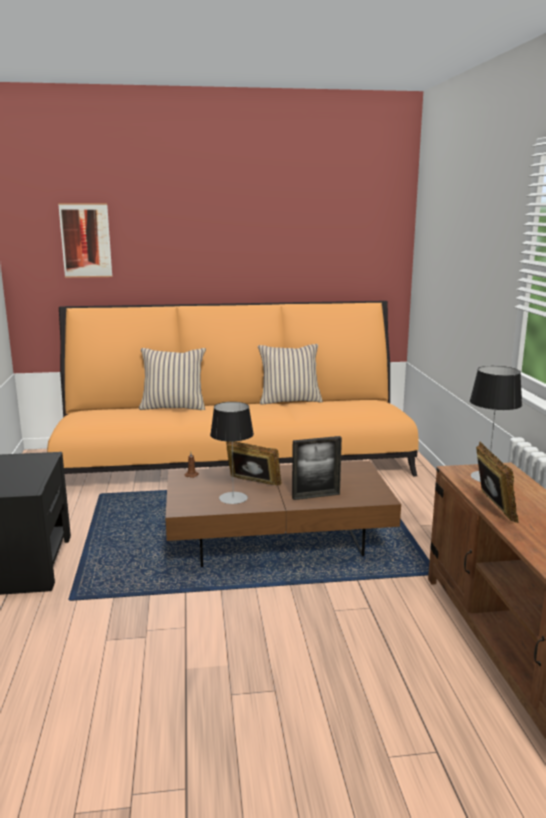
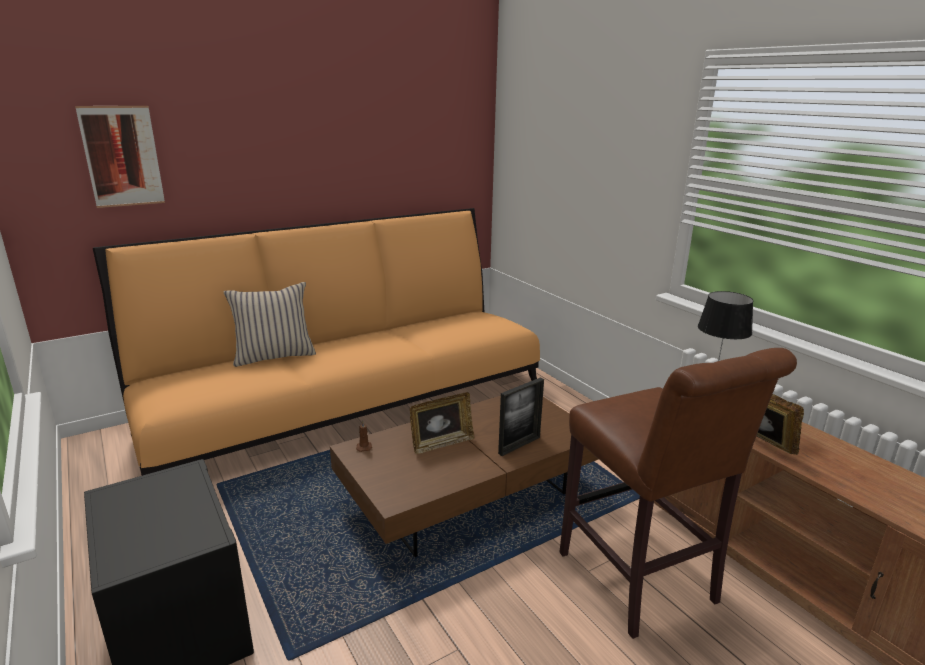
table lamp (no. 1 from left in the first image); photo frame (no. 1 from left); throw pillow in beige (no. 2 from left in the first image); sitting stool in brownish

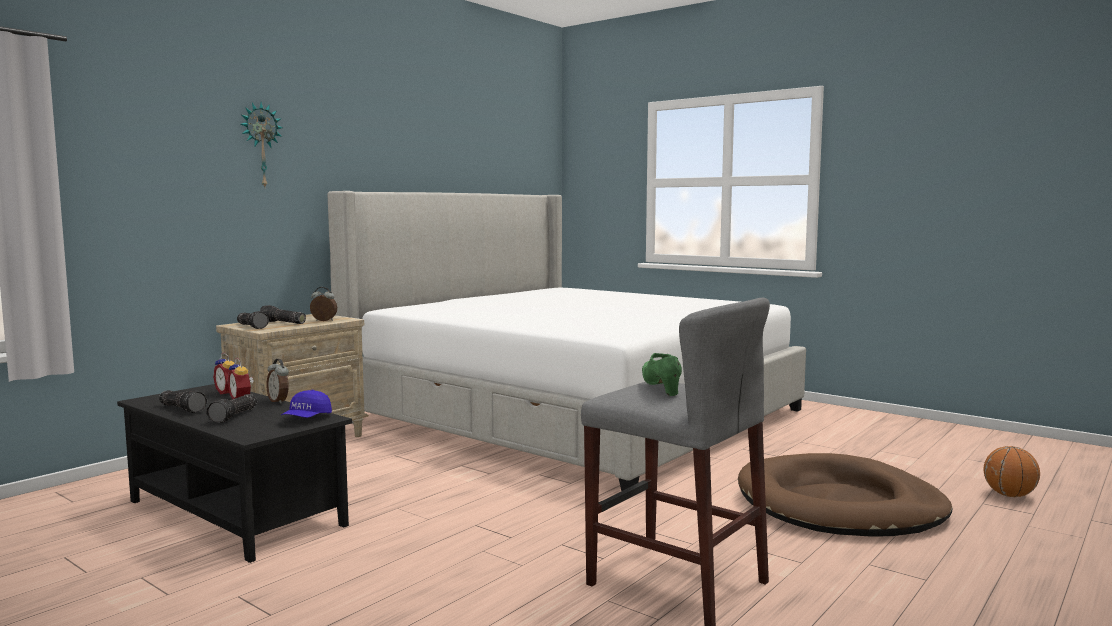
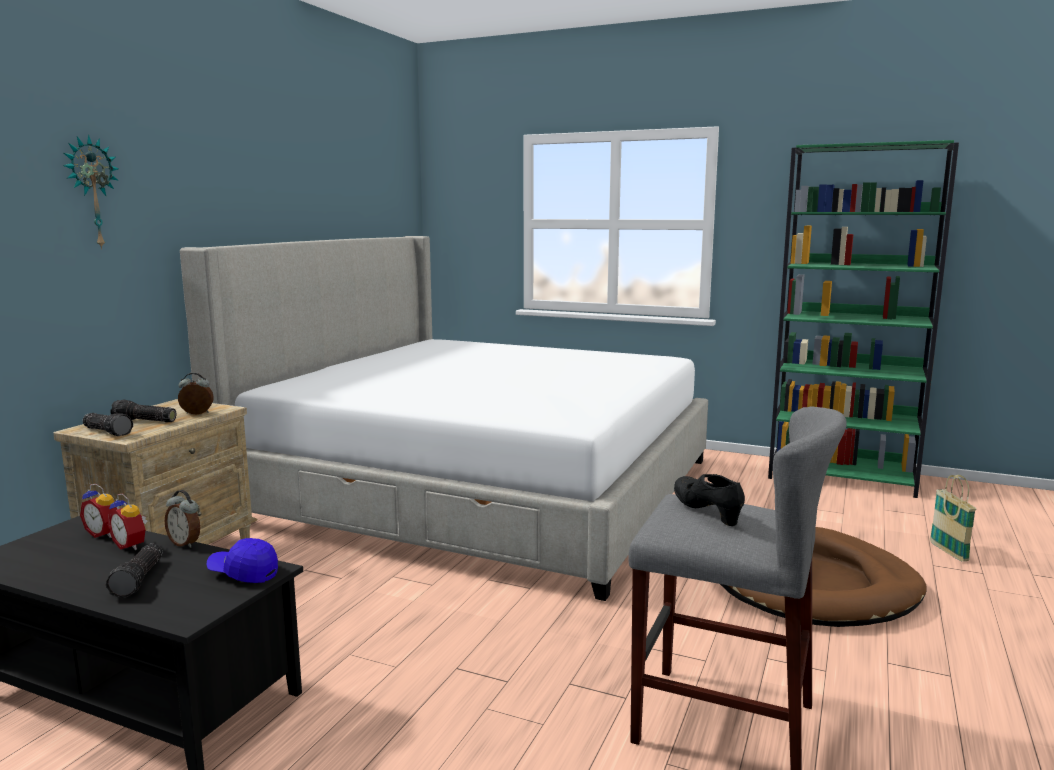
flashlight (no. 1 from left in the first image); cap in blue; low shoe in blackish; basket; bookshelf in greenish

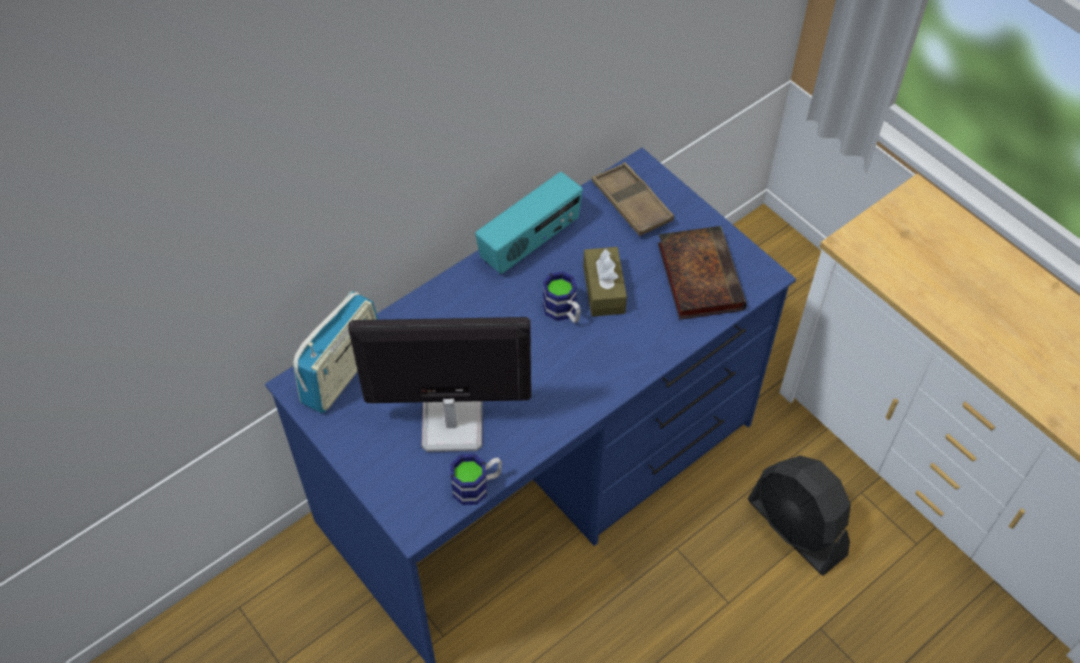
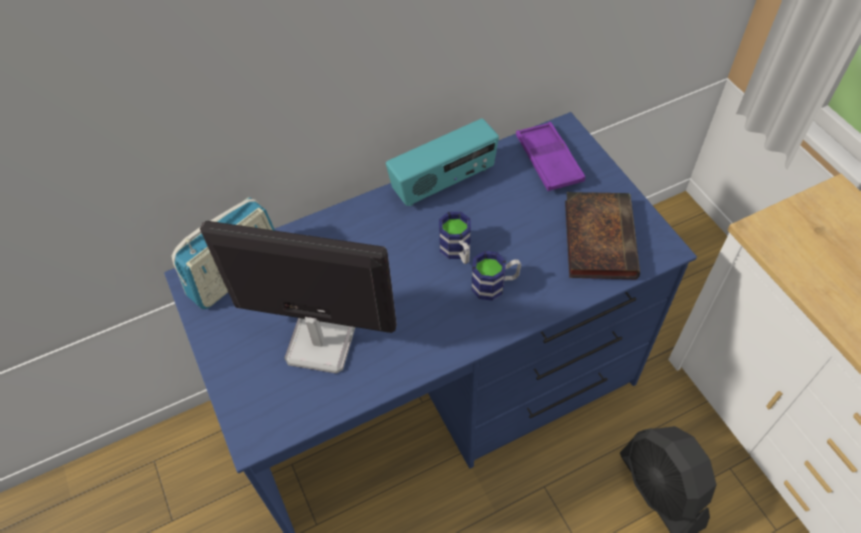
coffee mug (no. 2 from left); tissue holder in brownish; carrying tray in purple-coloured

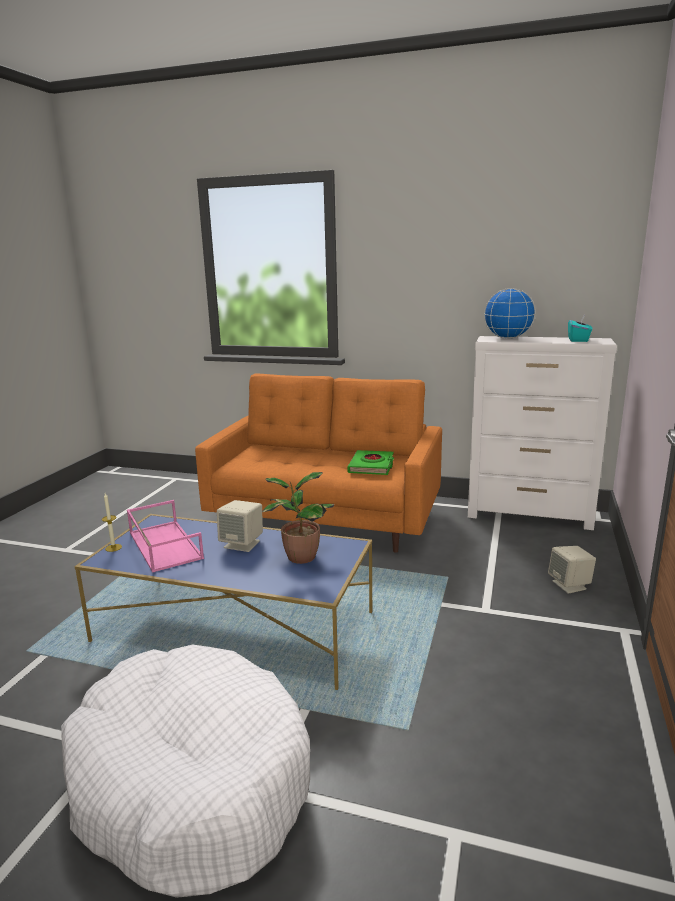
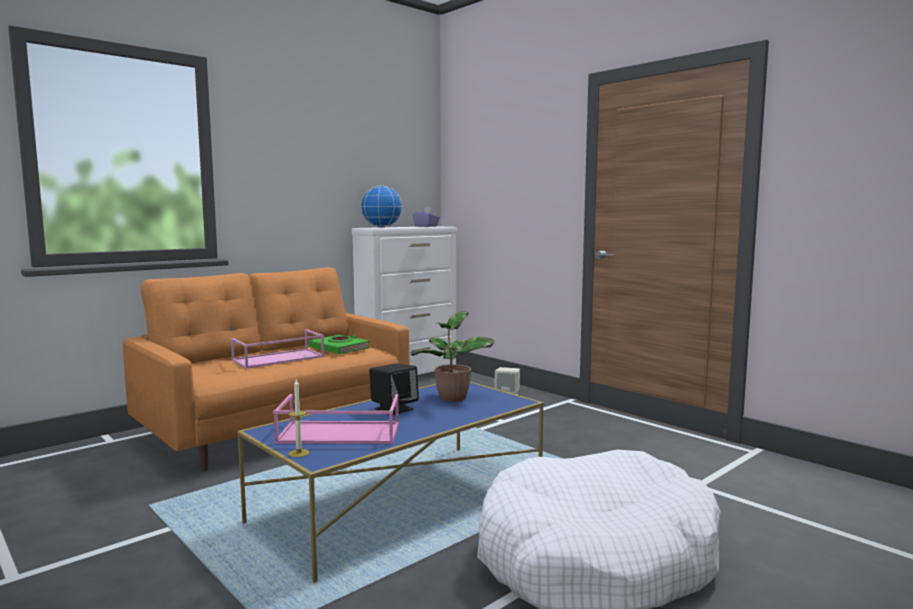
loudspeaker in blackish; tissue holder in purple-coloured; carrying tray in pink (no. 1 from left)

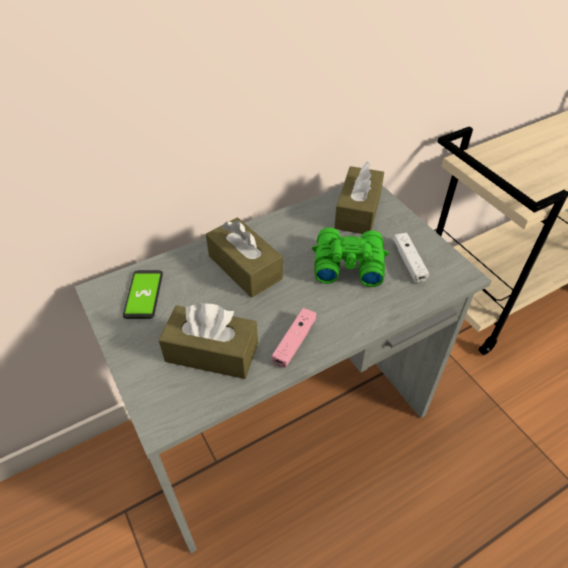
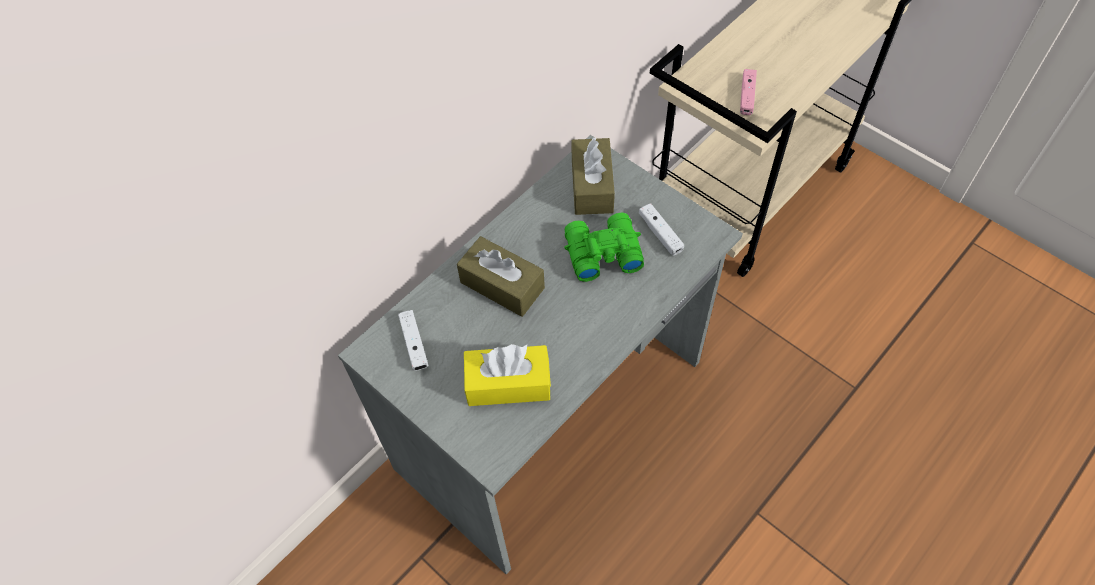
joypad in whitish (no. 1 from left); tissue holder in yellow; joypad in pink

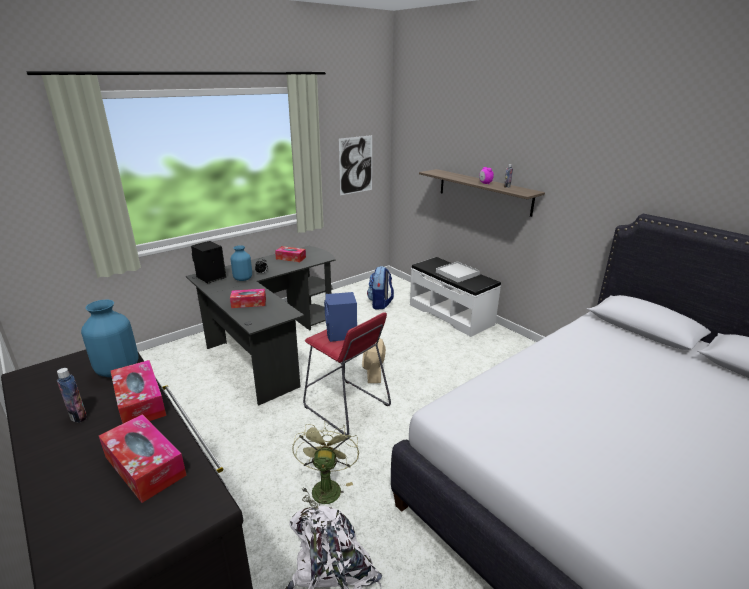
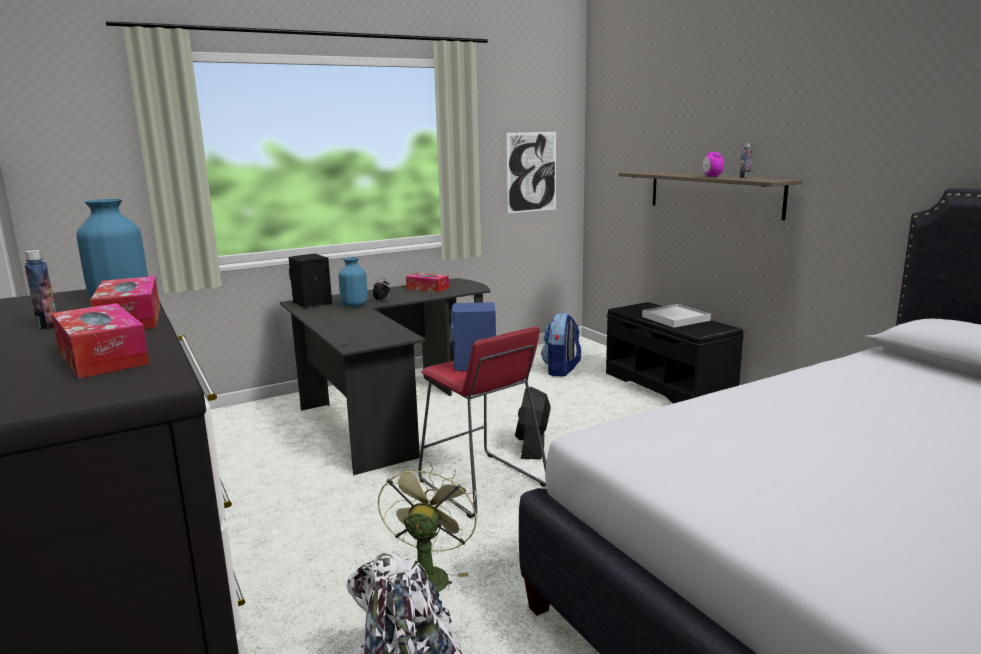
tissue holder (no. 3 from left in the first image); electric fan in blackish; long seat in blackish

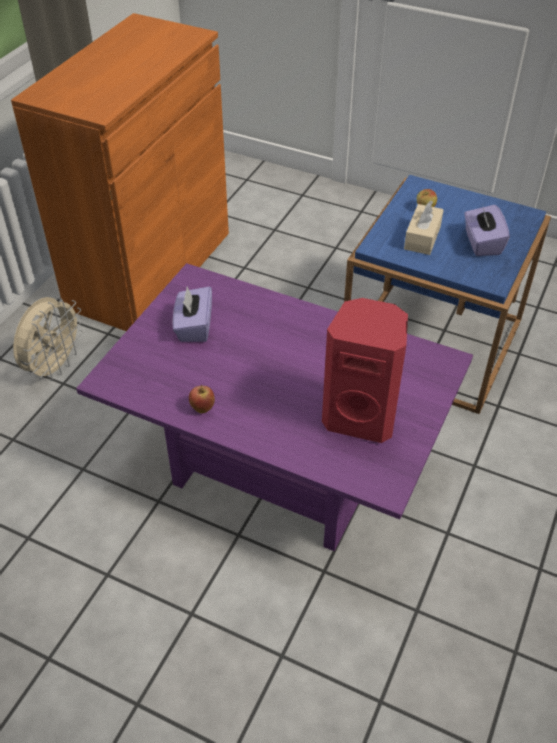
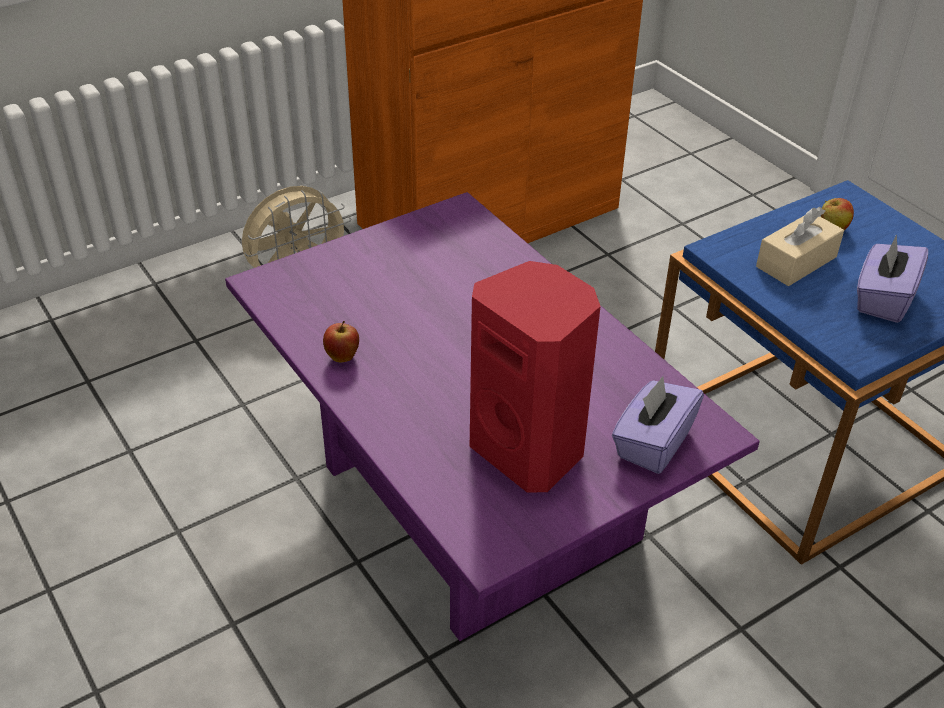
tissue holder in purple-coloured (no. 1 from left)

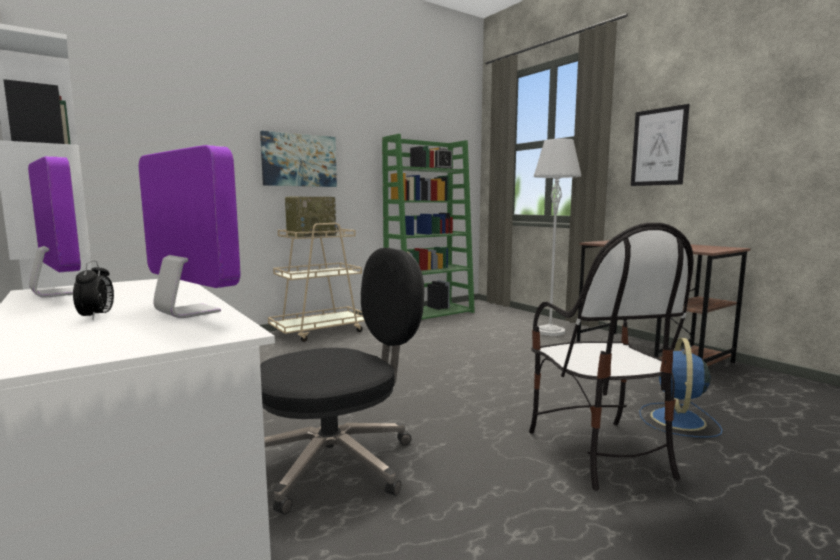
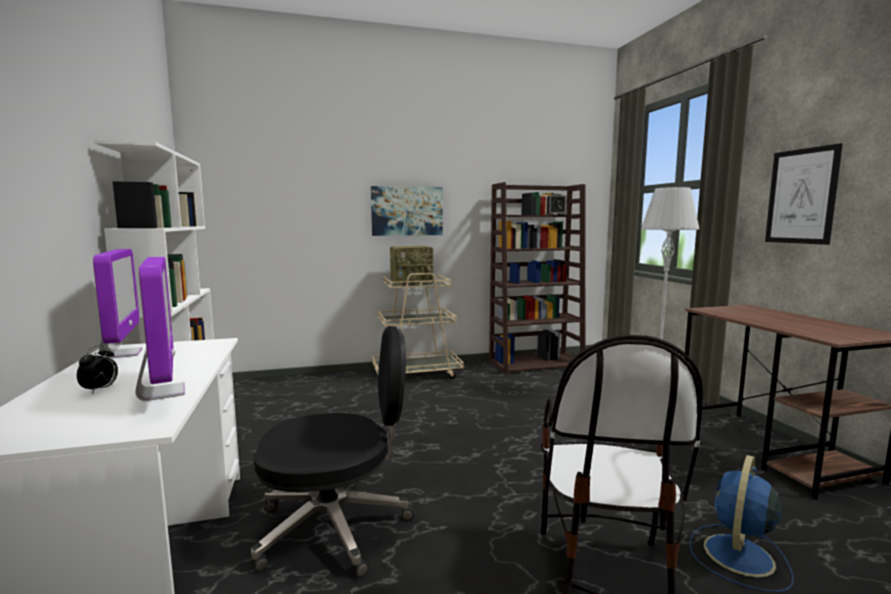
bookshelf in brownish

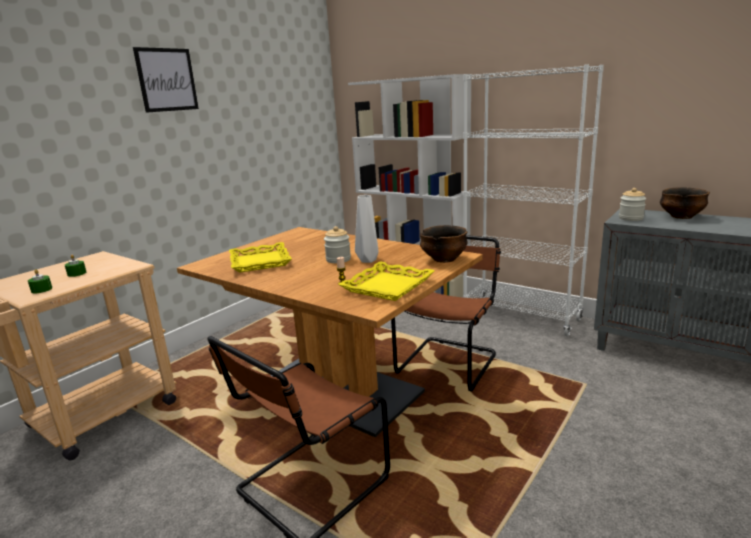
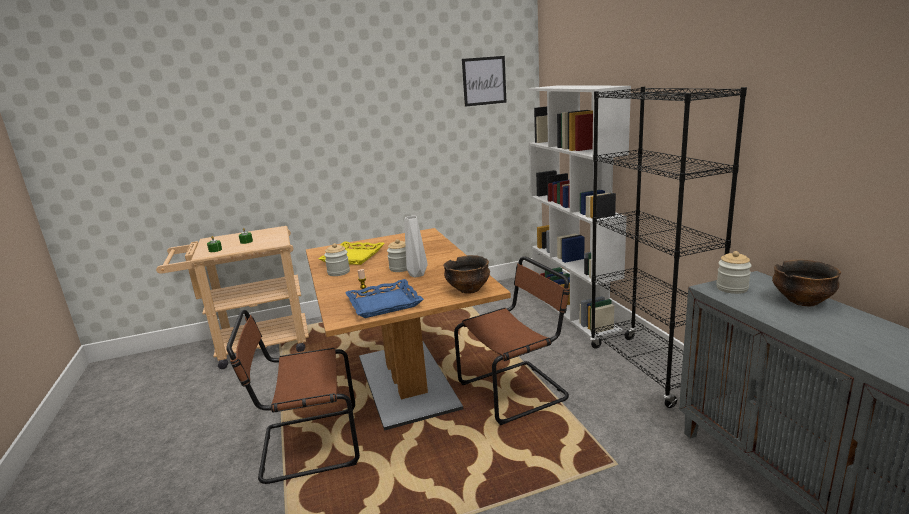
picture; carrying tray in blue; bookshelf in blackish; preserve jar (no. 1 from left)

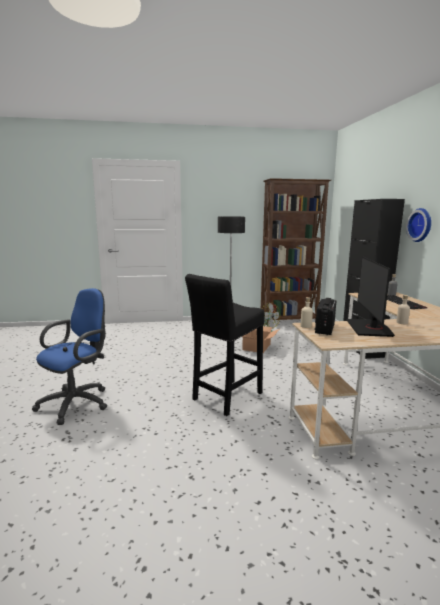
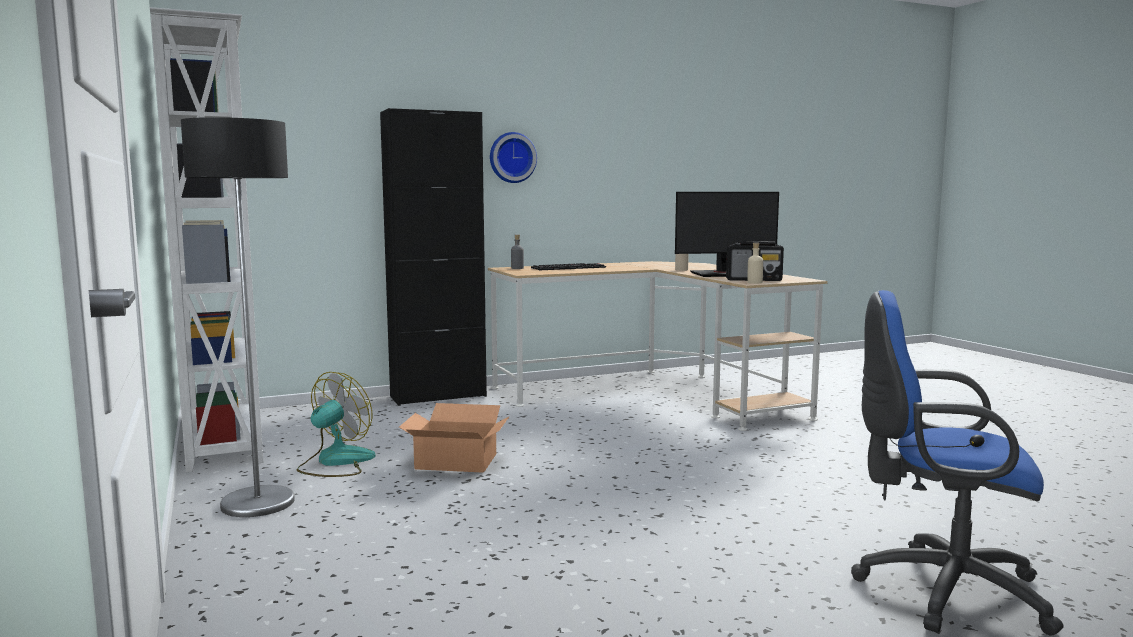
sitting stool in blackish; bookshelf in whitish

